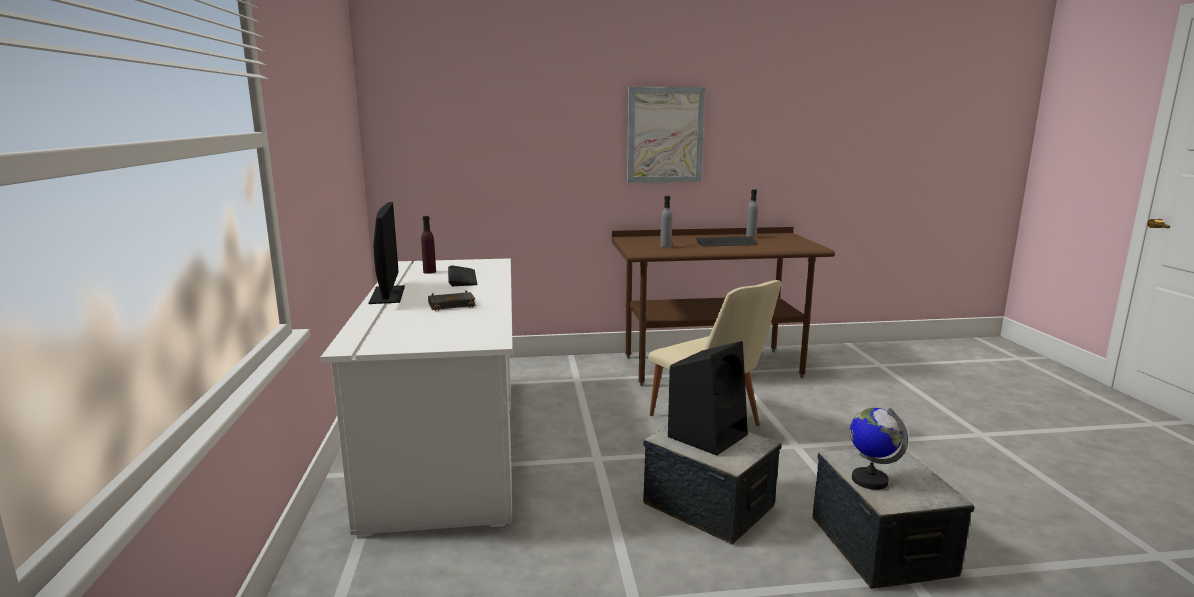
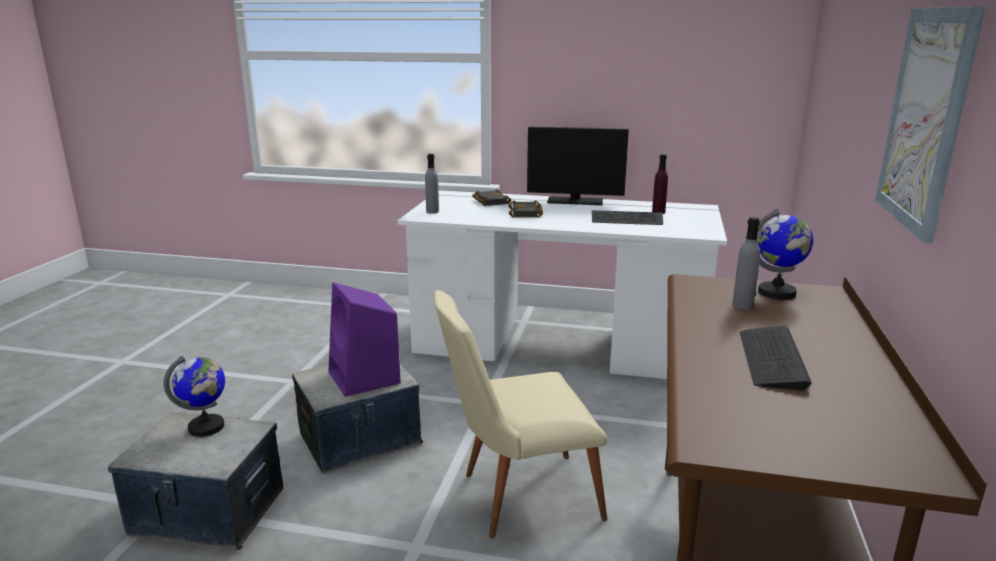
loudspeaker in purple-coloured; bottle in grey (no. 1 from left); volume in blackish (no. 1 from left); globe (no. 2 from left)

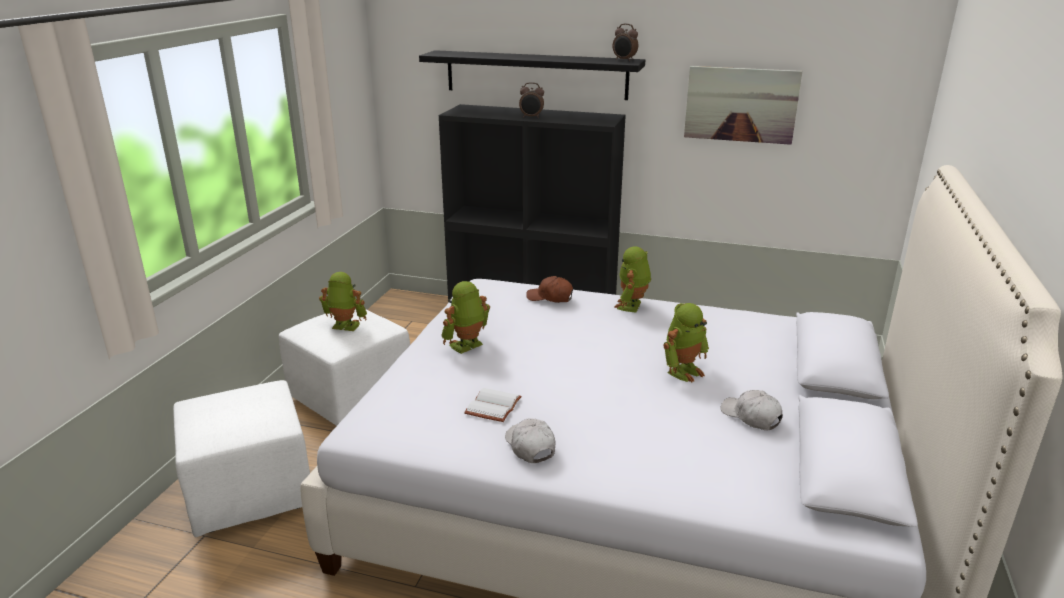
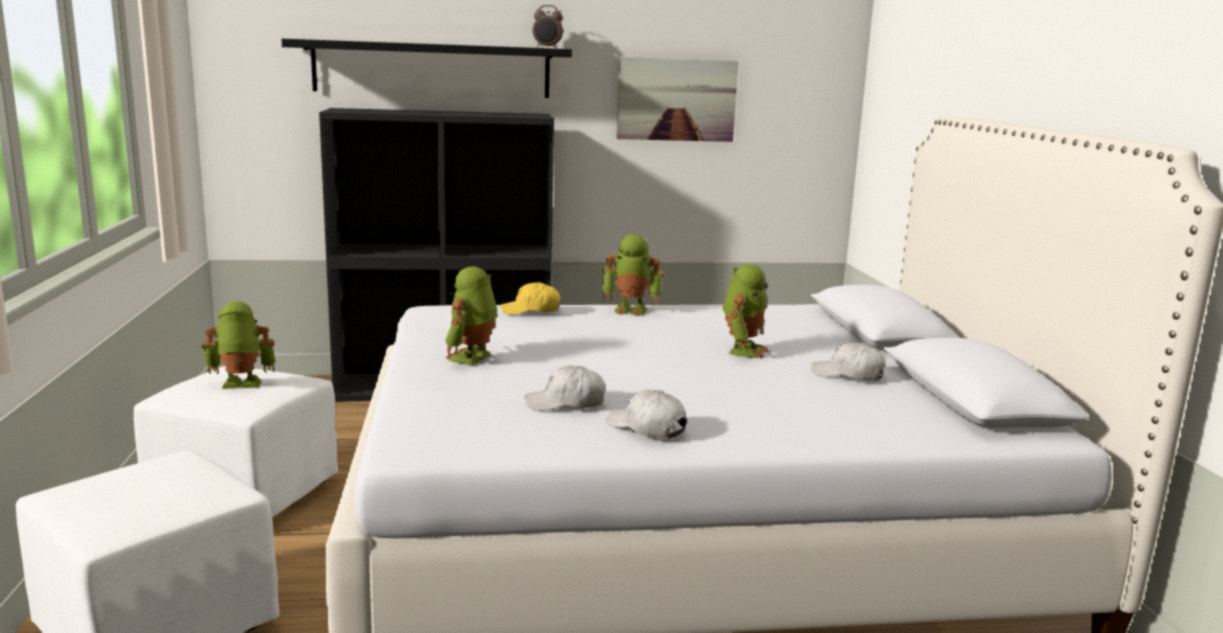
cap in whitish (no. 1 from left); alarm clock (no. 1 from left in the first image); cap in yellow; model robot (no. 3 from left)

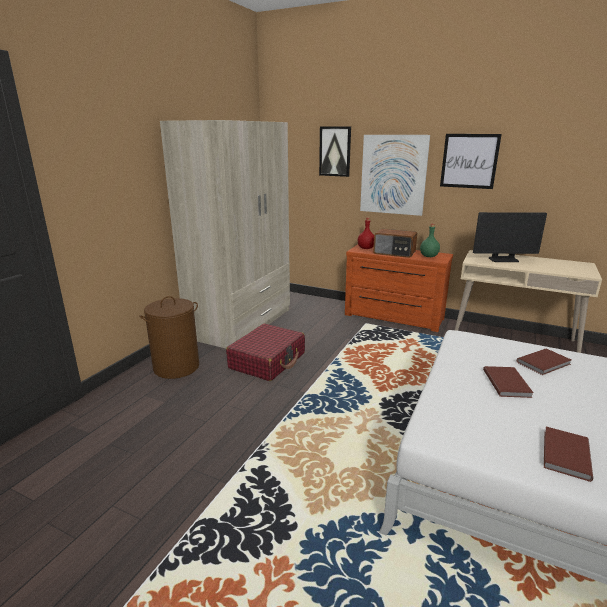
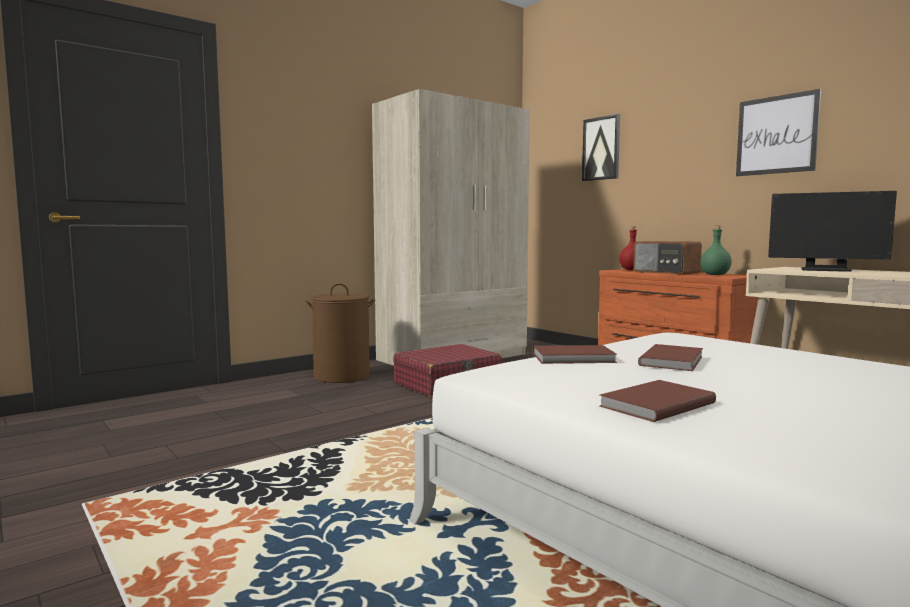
picture (no. 2 from left in the first image); volume in brownish (no. 1 from left)

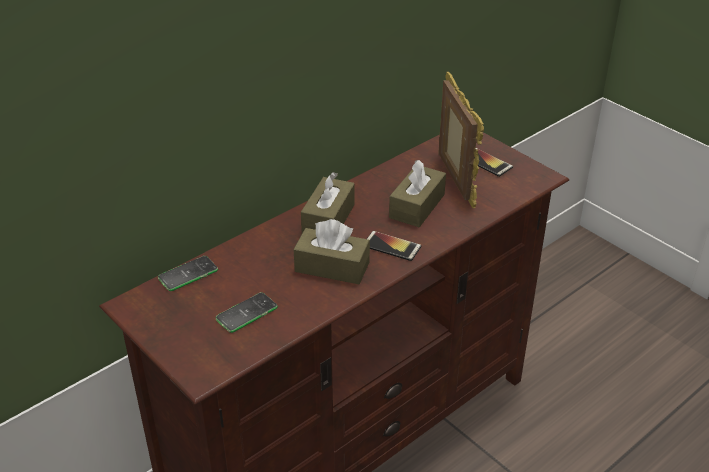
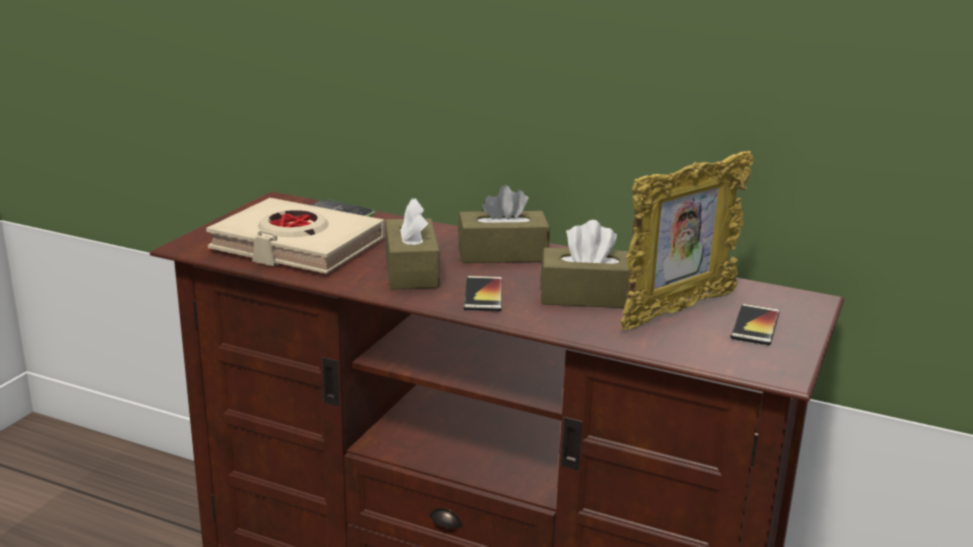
volume in beige

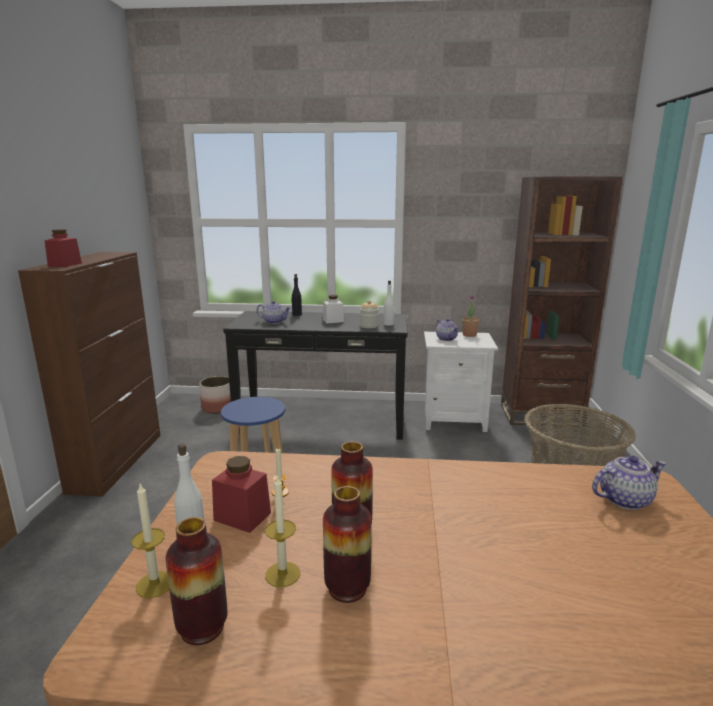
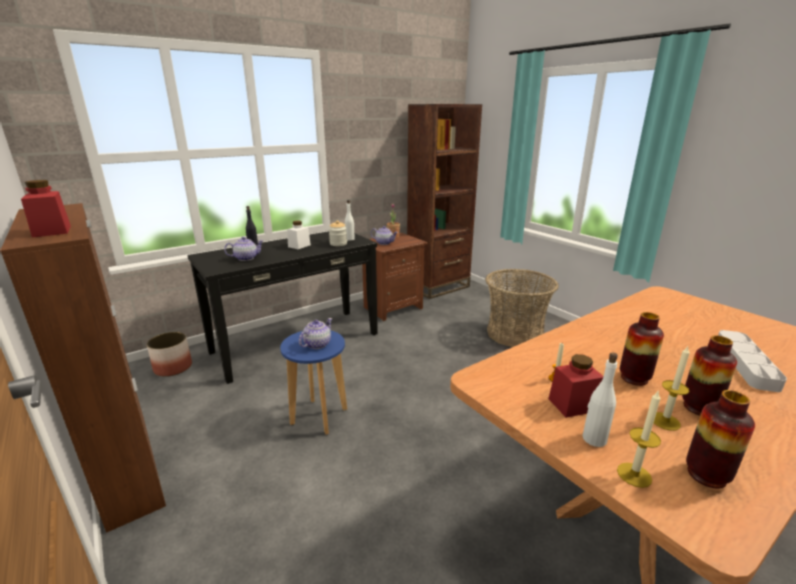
night table in brownish; tea pot (no. 2 from left); carrying tray in grey

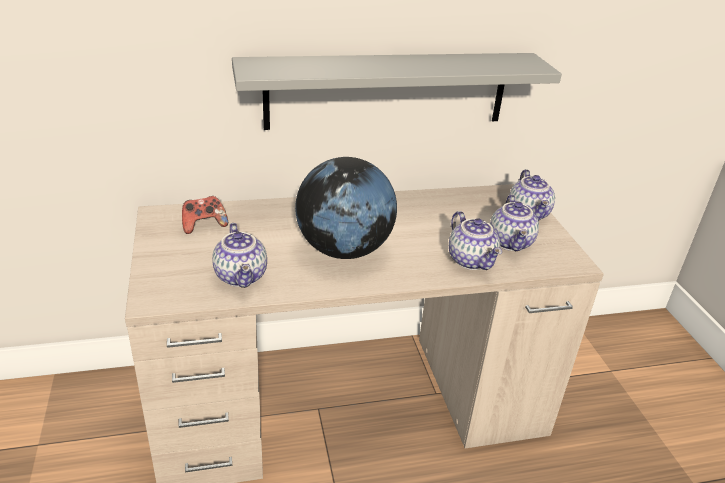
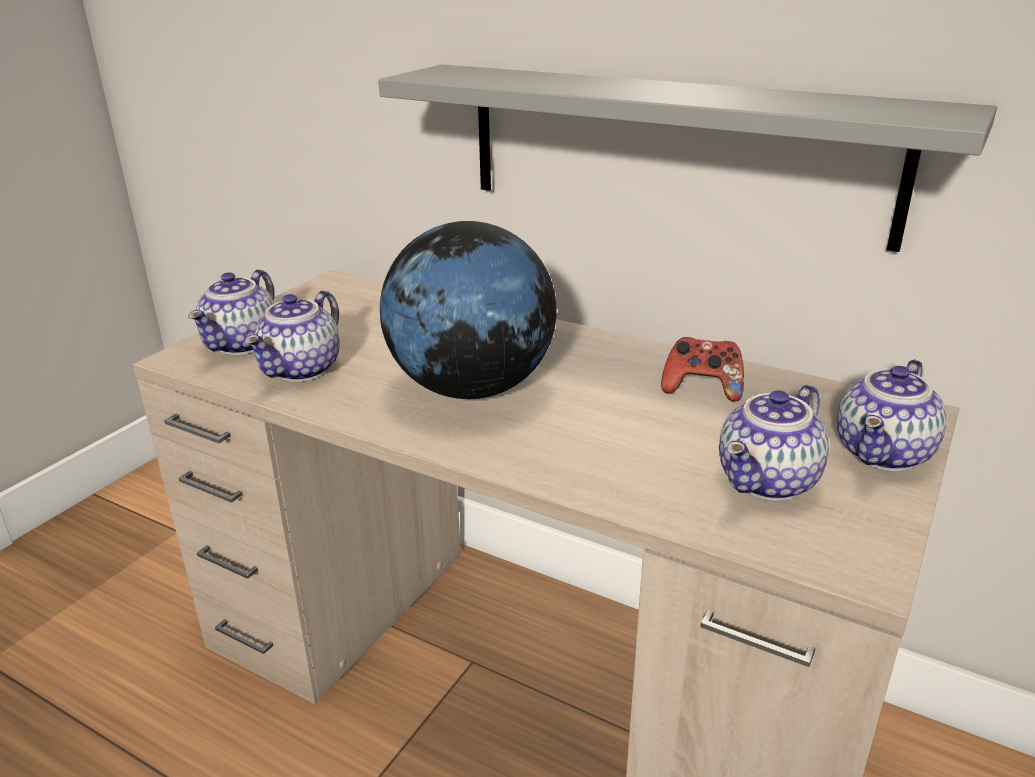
joypad; tea pot (no. 1 from left)

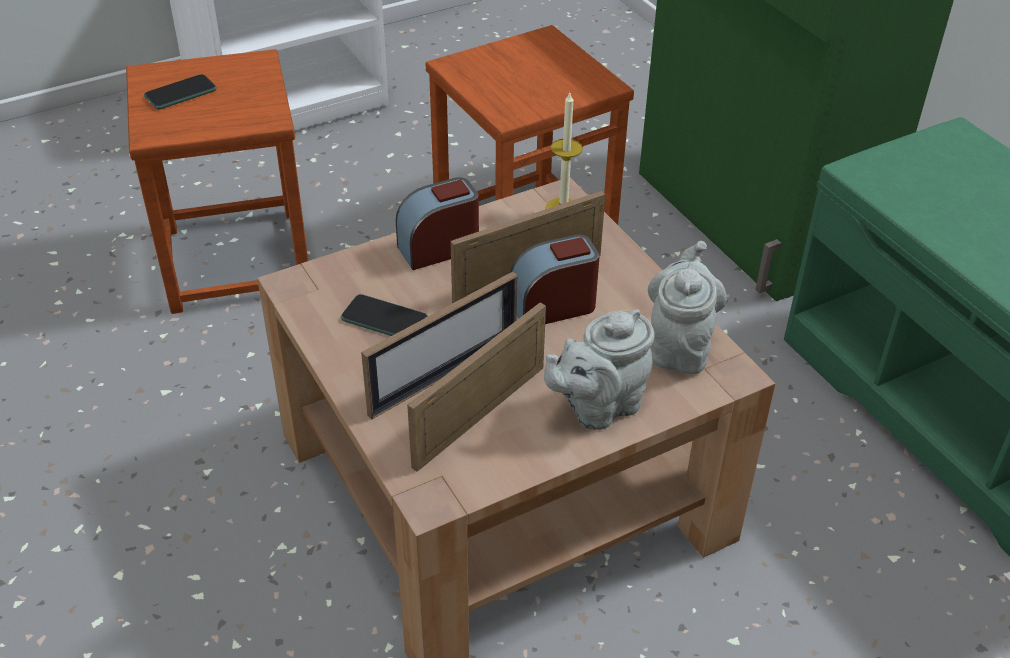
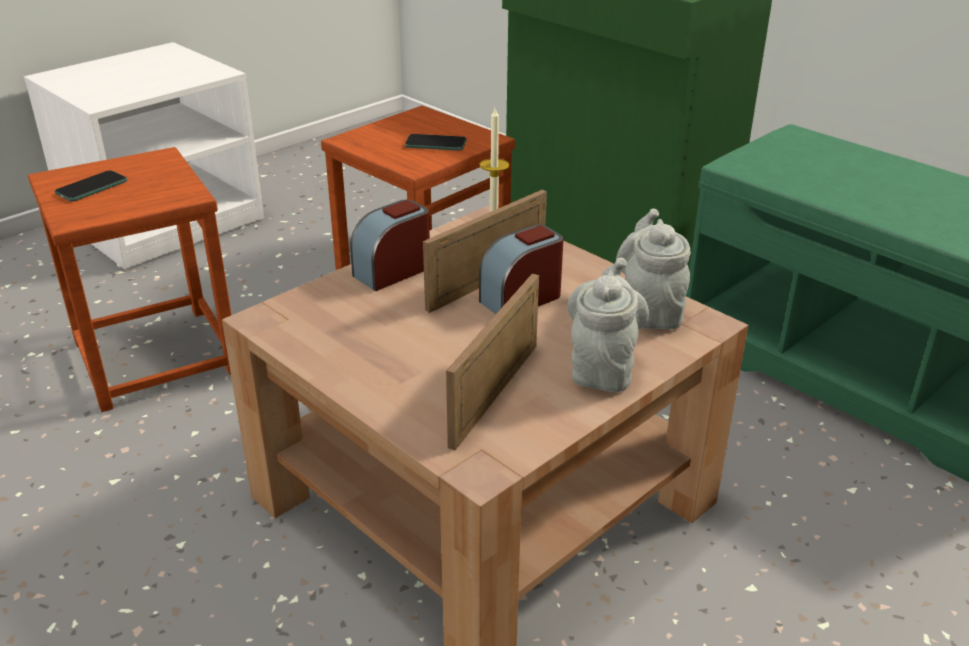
handset (no. 2 from left); photo frame (no. 1 from left in the first image); tea pot in grey (no. 1 from left)

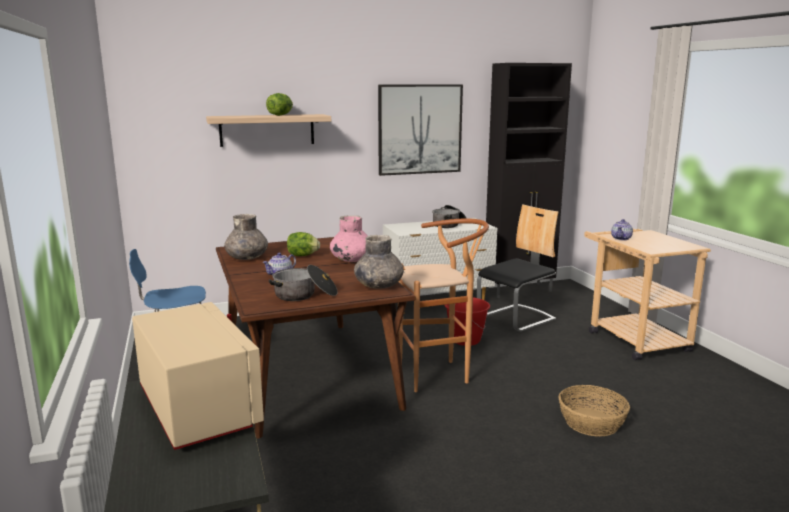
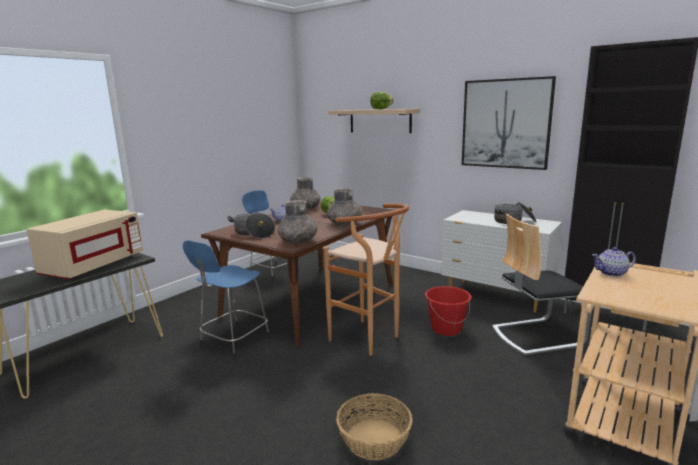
flower vase in grey (no. 3 from left); upright chair; sitting stool in blue (no. 1 from left)

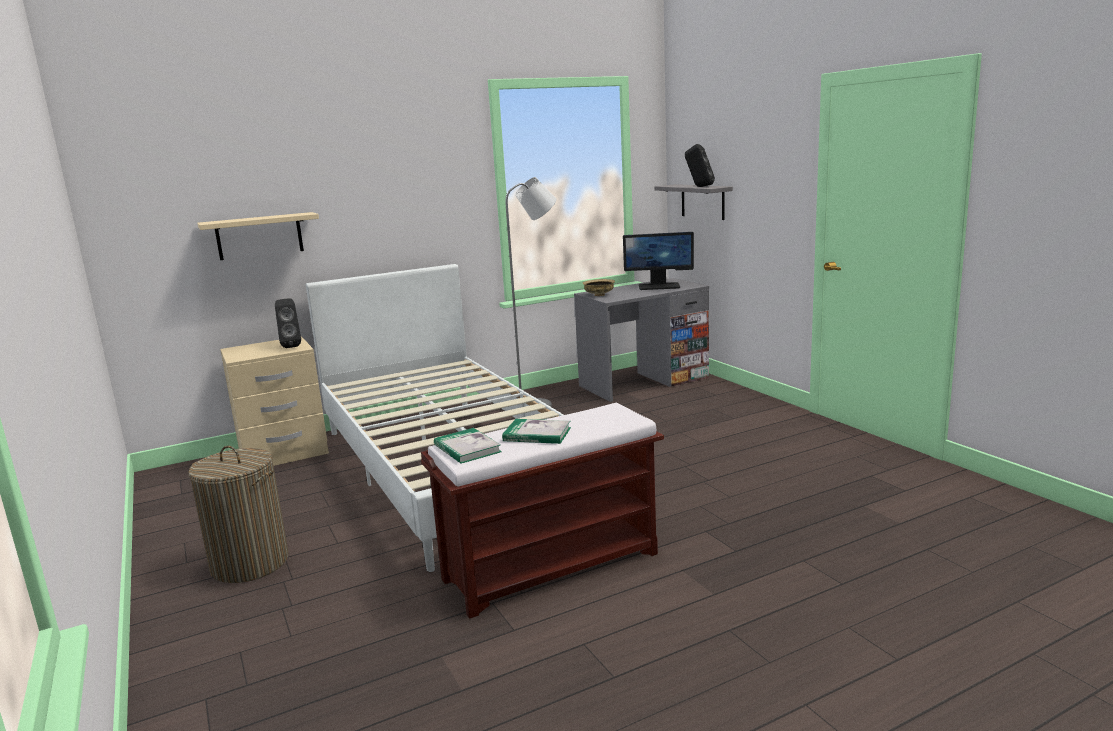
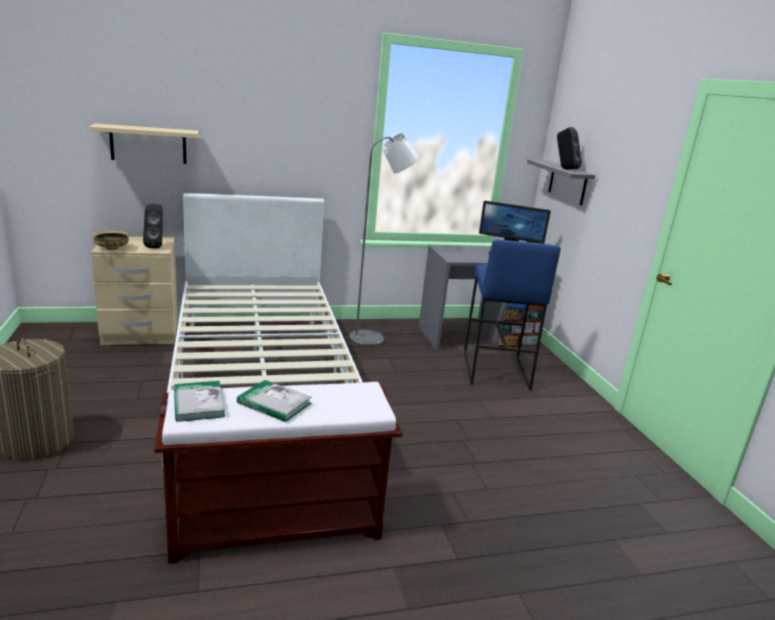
deep dish in beige; sitting stool in blue

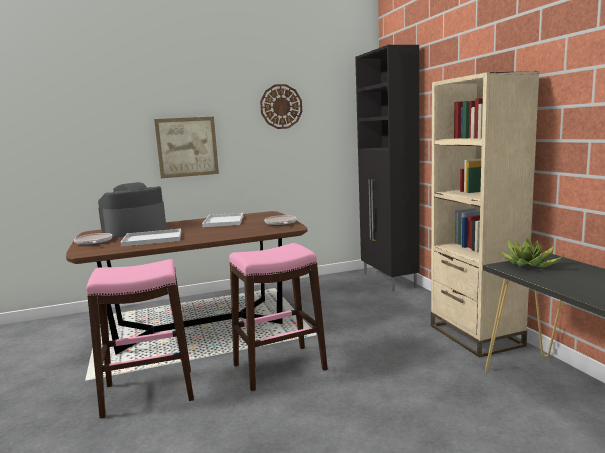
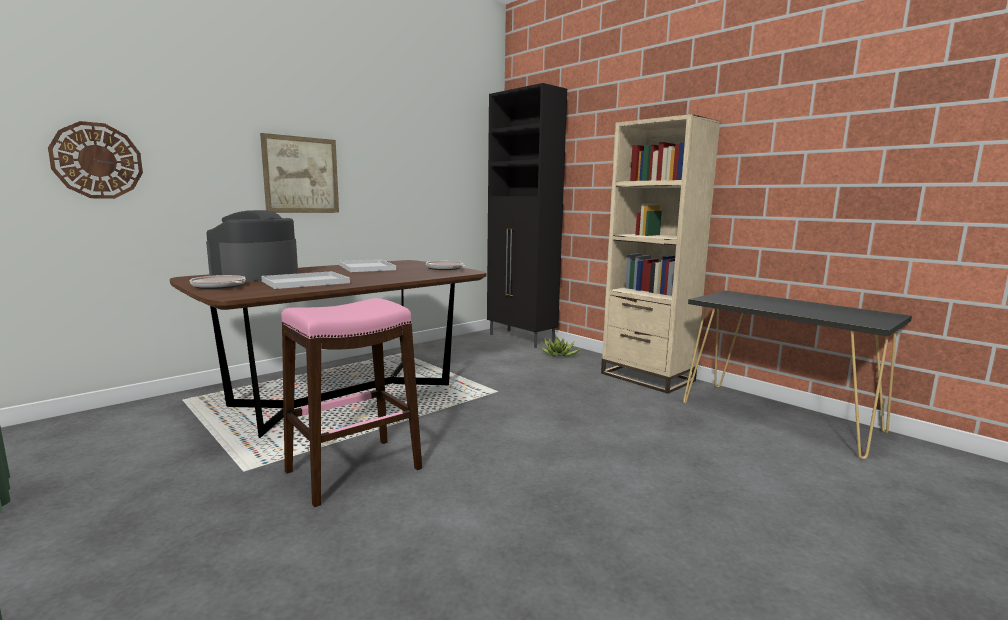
sitting stool in pink (no. 2 from left in the first image); wall clock; plant in a pot

